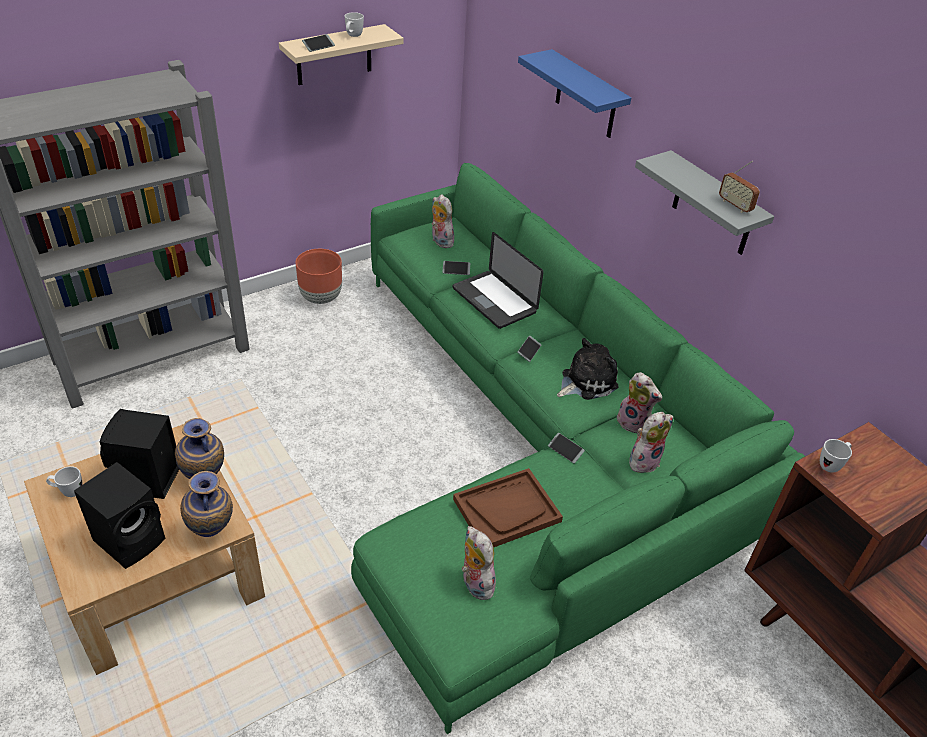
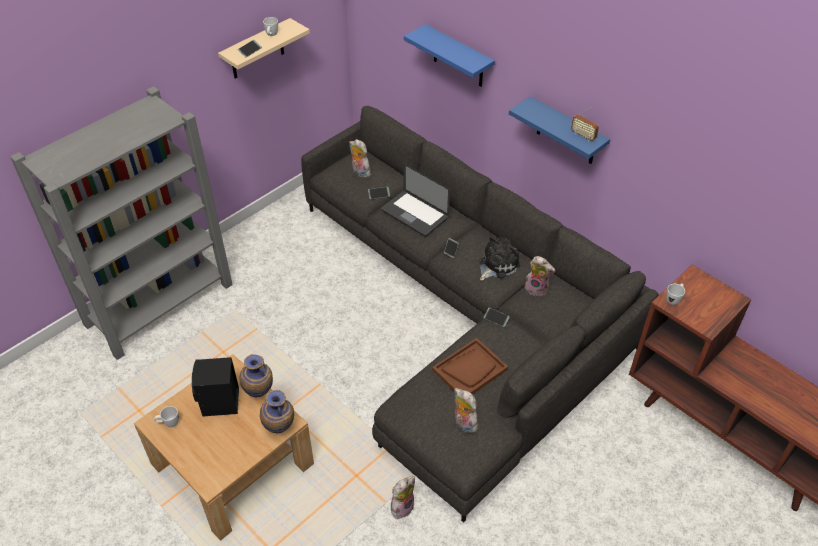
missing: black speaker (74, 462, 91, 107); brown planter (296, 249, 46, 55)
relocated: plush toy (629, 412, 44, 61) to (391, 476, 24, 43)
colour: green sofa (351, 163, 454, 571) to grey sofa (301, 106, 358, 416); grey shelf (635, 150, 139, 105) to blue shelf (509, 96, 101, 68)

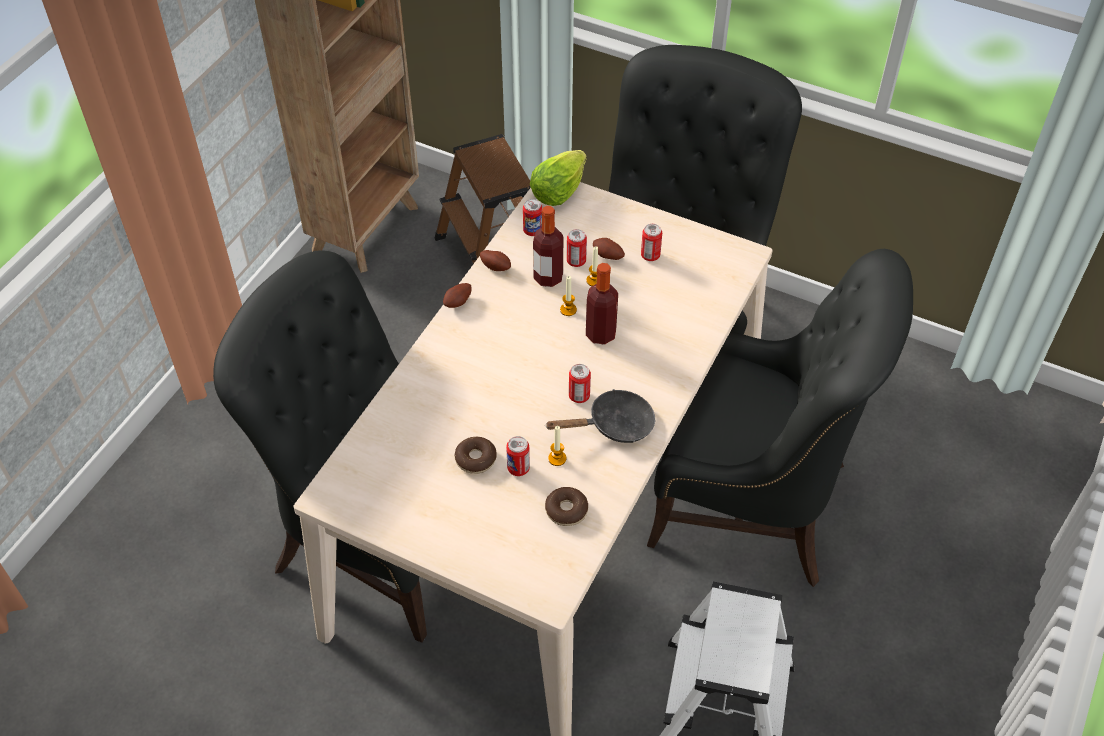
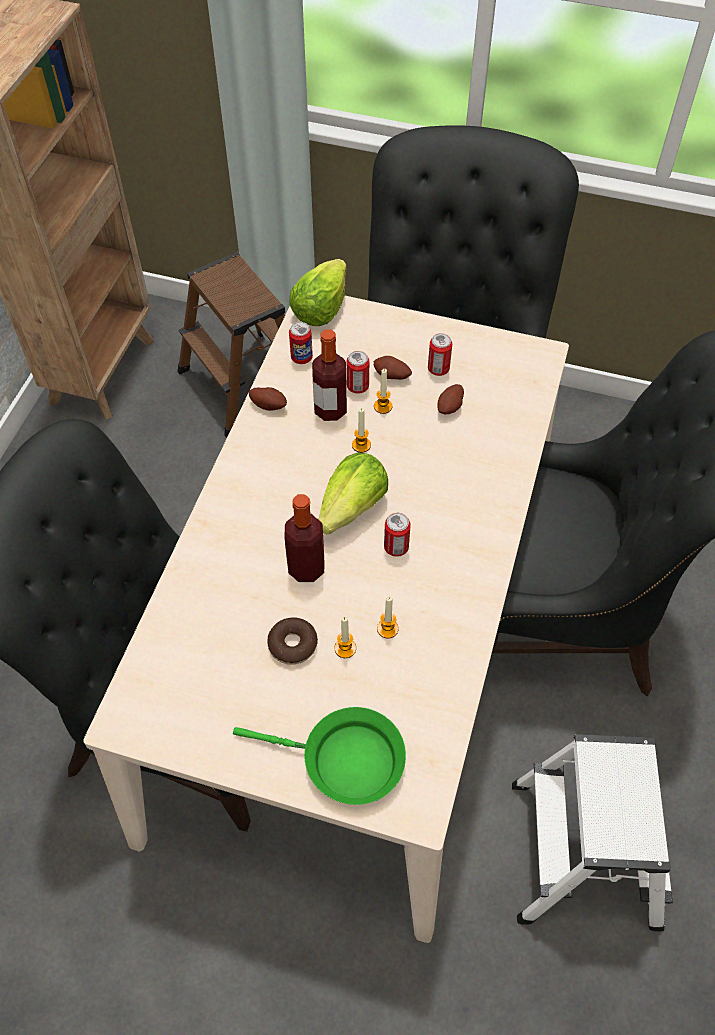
missing: black frying pan (545, 389, 110, 54); donut (545, 487, 43, 39)
appeared: green frying pan (233, 707, 173, 98); lettuce (318, 453, 70, 82)
relocated: potato (443, 283, 29, 25) to (437, 384, 27, 30); bottle (586, 263, 32, 82) to (284, 494, 40, 88)
exchanged: can (506, 436, 24, 40) to candle (334, 617, 22, 41)

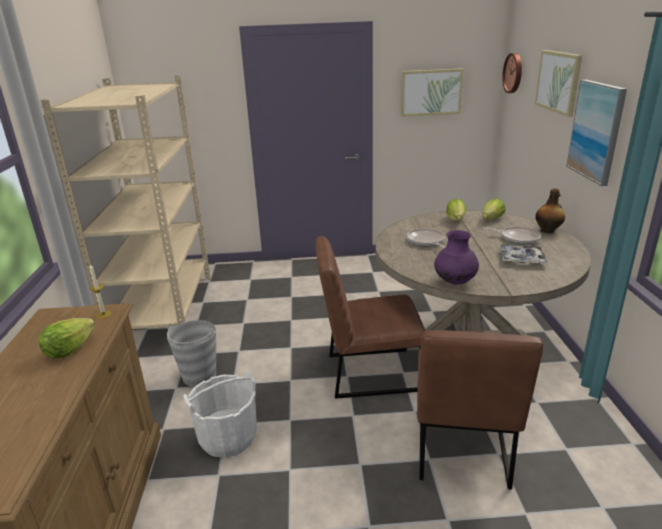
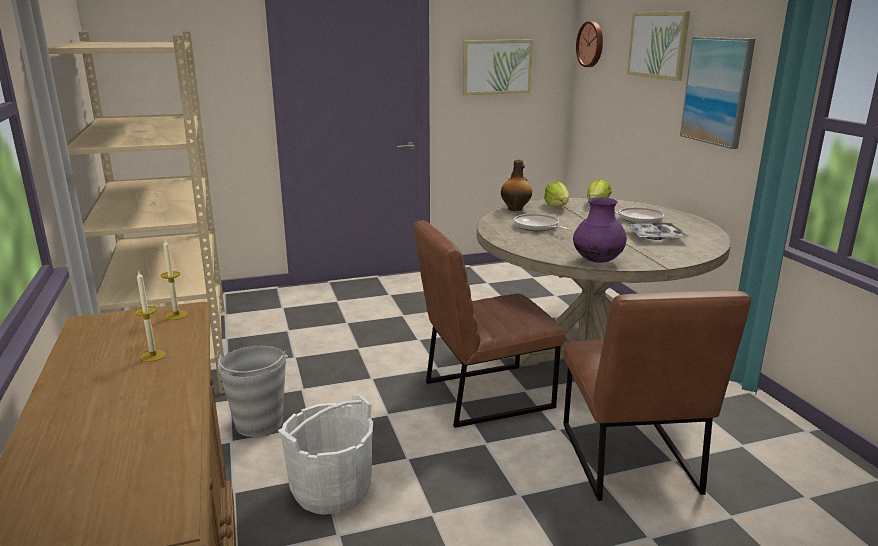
relocated: bottle (535, 188, 30, 45) to (501, 160, 31, 51)
exchanged: lettuce (39, 318, 56, 40) to candle (134, 270, 32, 92)

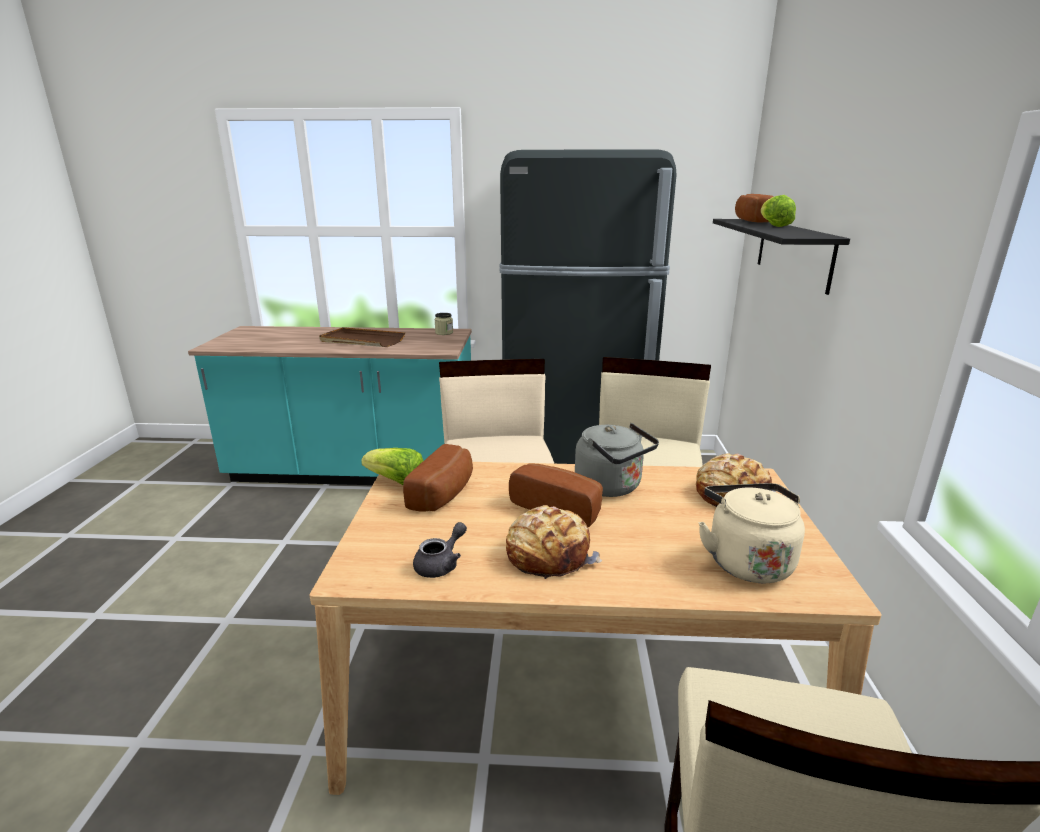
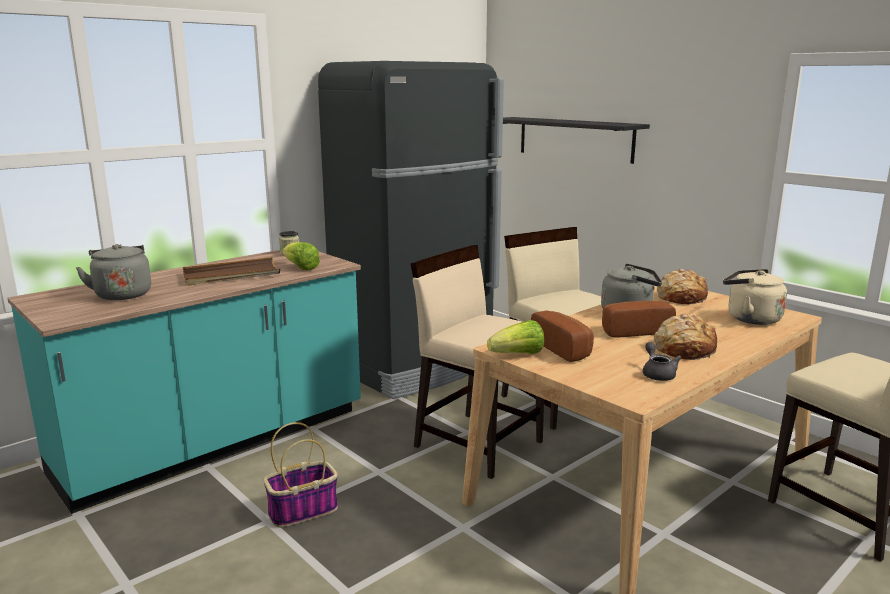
missing: bread (735, 194, 39, 28)
appeared: grey kettle (75, 244, 76, 56); basket (263, 422, 75, 105)
relocated: lettuce (761, 195, 35, 32) to (282, 242, 38, 28)

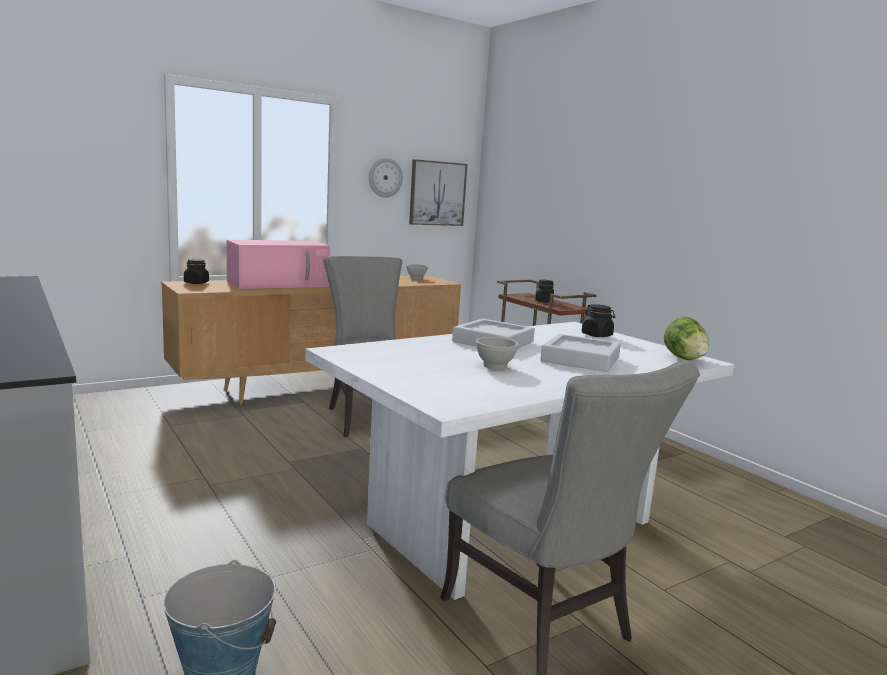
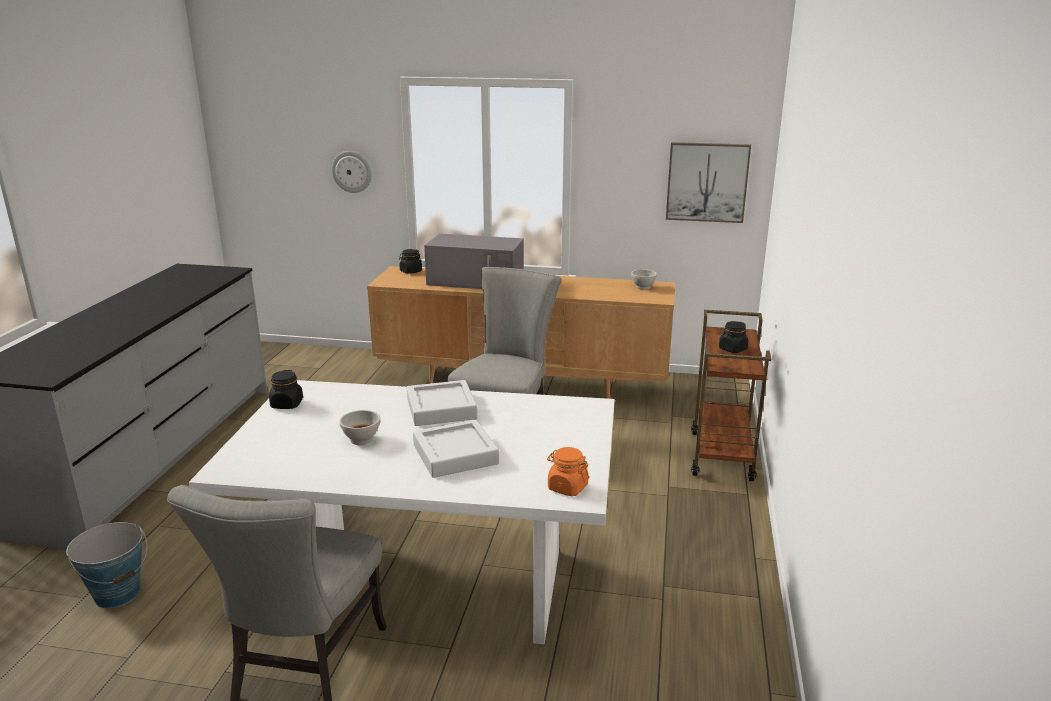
relocated: wall clock (369, 158, 34, 40) to (332, 151, 40, 42); black jar (581, 304, 34, 33) to (269, 370, 34, 39)
exchanged: lettuce (664, 317, 45, 43) to orange jar (547, 447, 42, 49)
colour: pink microwave (226, 240, 104, 49) to grey microwave (424, 233, 100, 56)

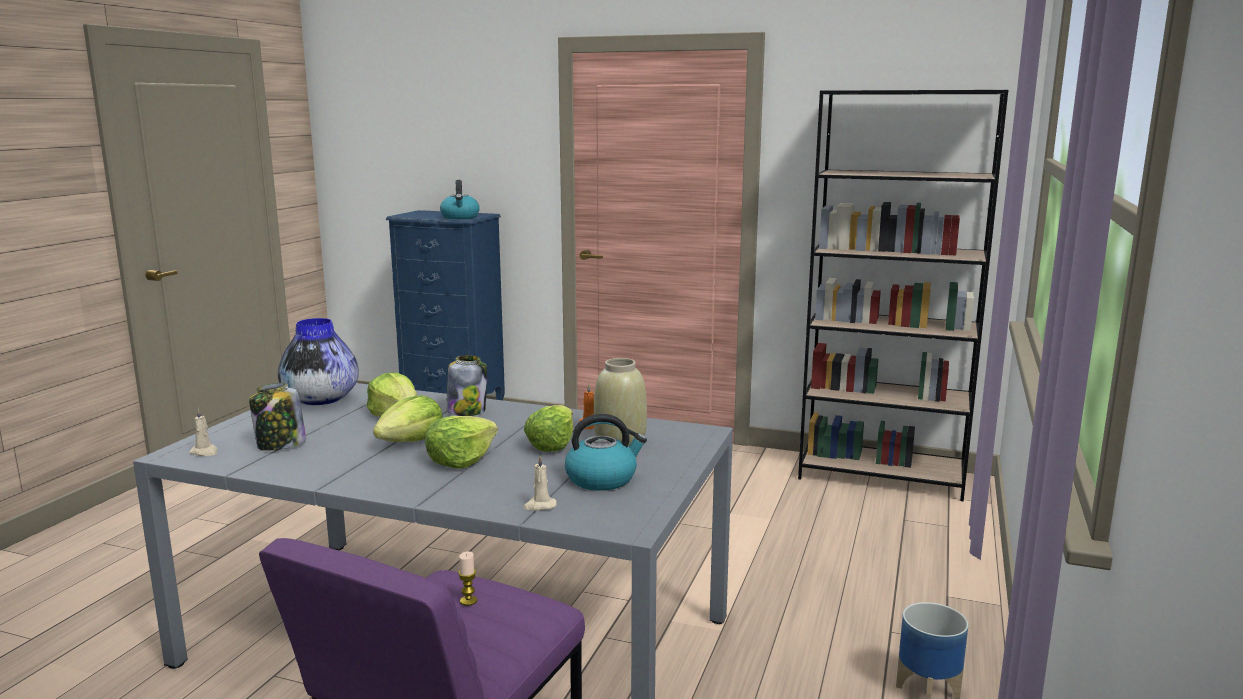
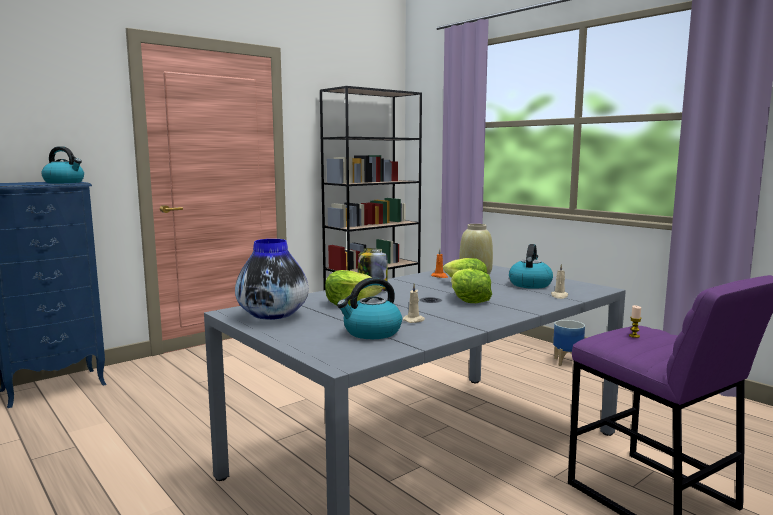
missing: lettuce (373, 395, 70, 47)
relocated: beige candle (189, 408, 29, 48) to (403, 283, 22, 40)
exchanged: jar (249, 383, 57, 68) to kettle (337, 277, 65, 62)

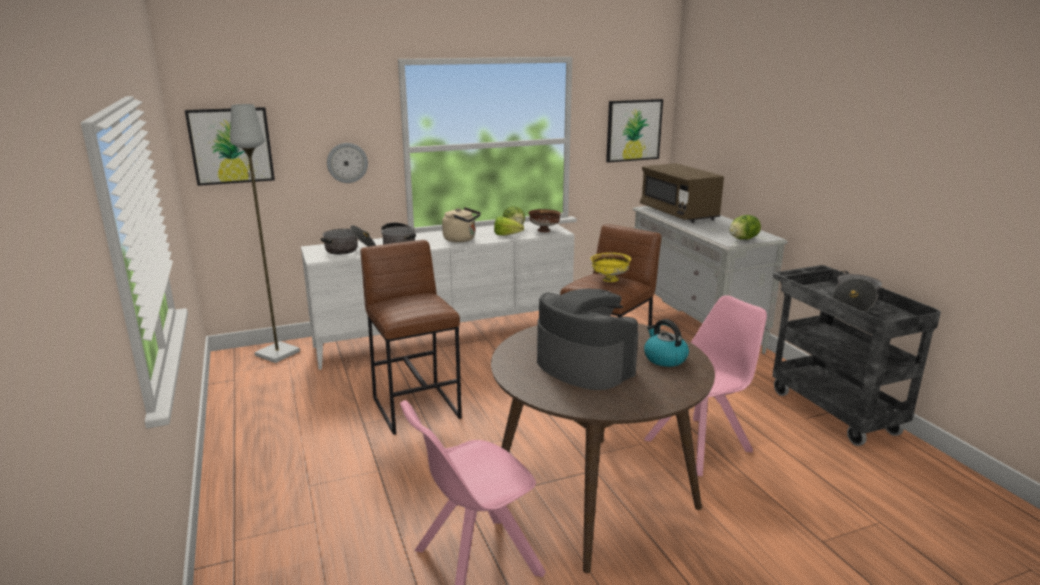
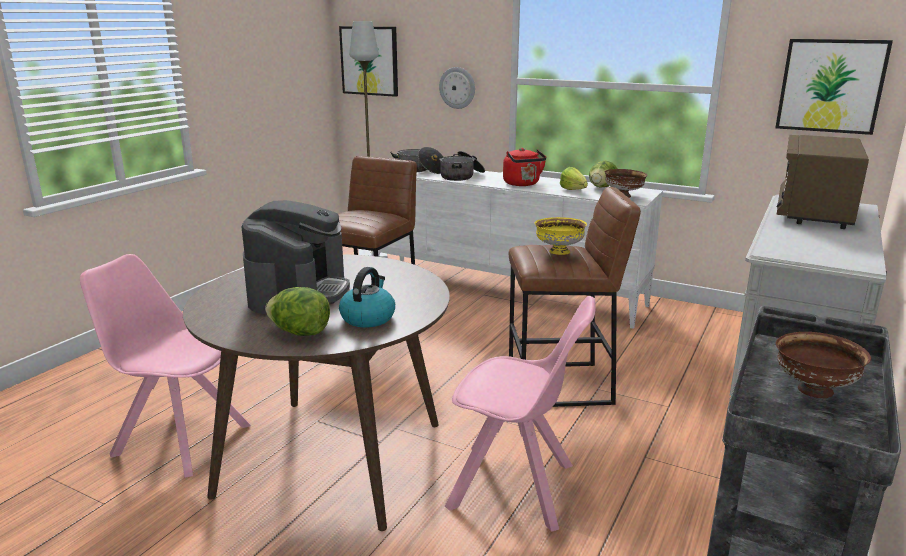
relocated: lettuce (729, 215, 32, 25) to (265, 287, 65, 49)
exchanged: cooking pot (832, 271, 50, 41) to brown bowl (776, 332, 95, 66)
colour: beige kettle (442, 207, 39, 35) to red kettle (503, 148, 43, 38)

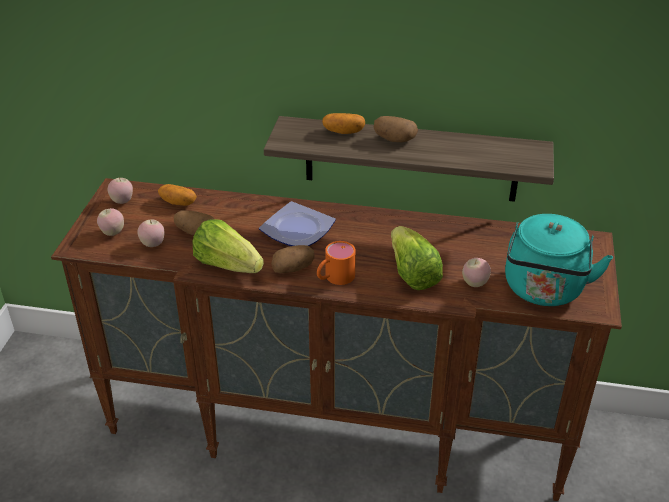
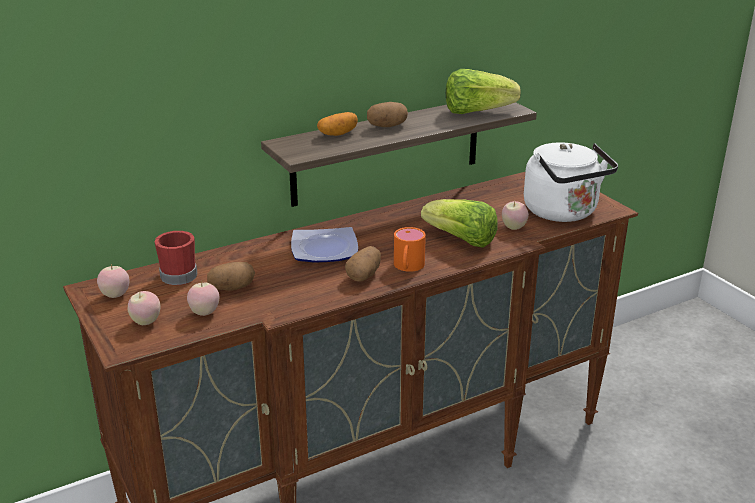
relocated: lettuce (192, 219, 72, 54) to (446, 69, 75, 45)
exchanged: potato (158, 184, 39, 22) to red mug (154, 231, 43, 54)
colour: turquoise kettle (505, 214, 108, 92) to white kettle (524, 143, 94, 79)

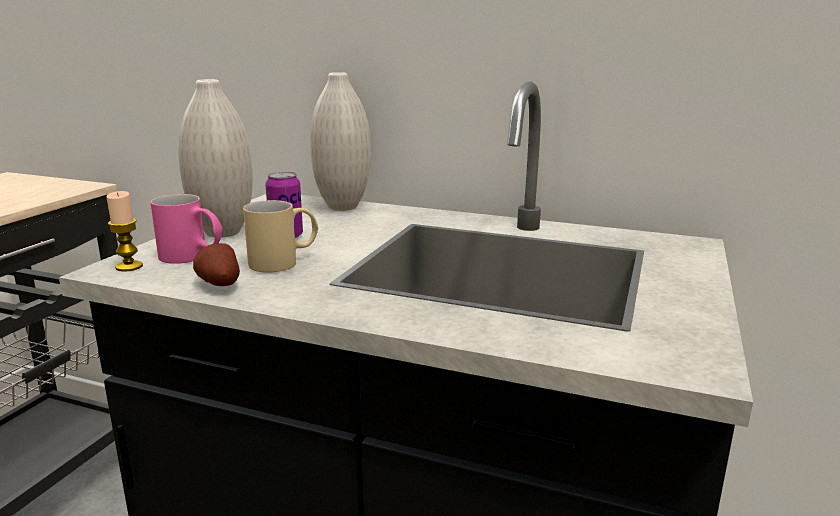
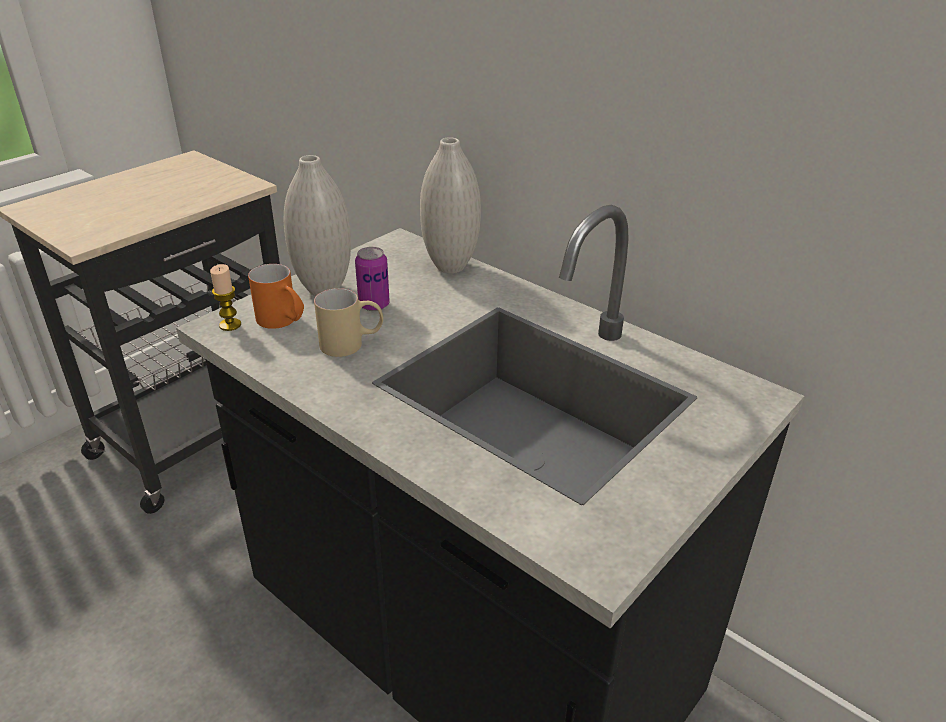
missing: potato (193, 243, 47, 43)
colour: pink mug (150, 194, 73, 70) to orange mug (248, 264, 56, 65)

